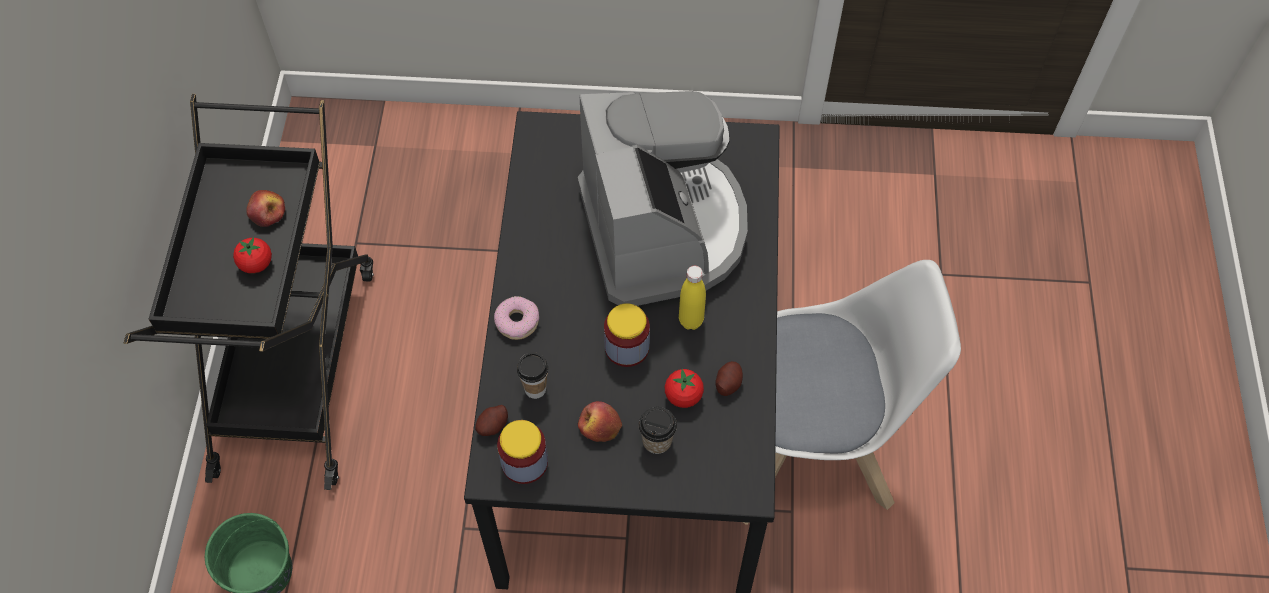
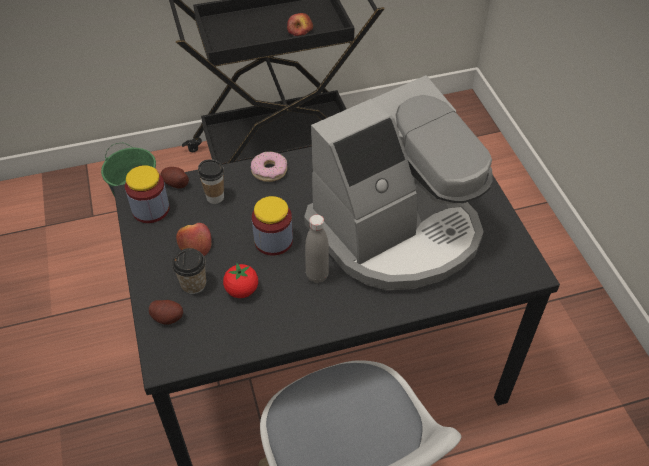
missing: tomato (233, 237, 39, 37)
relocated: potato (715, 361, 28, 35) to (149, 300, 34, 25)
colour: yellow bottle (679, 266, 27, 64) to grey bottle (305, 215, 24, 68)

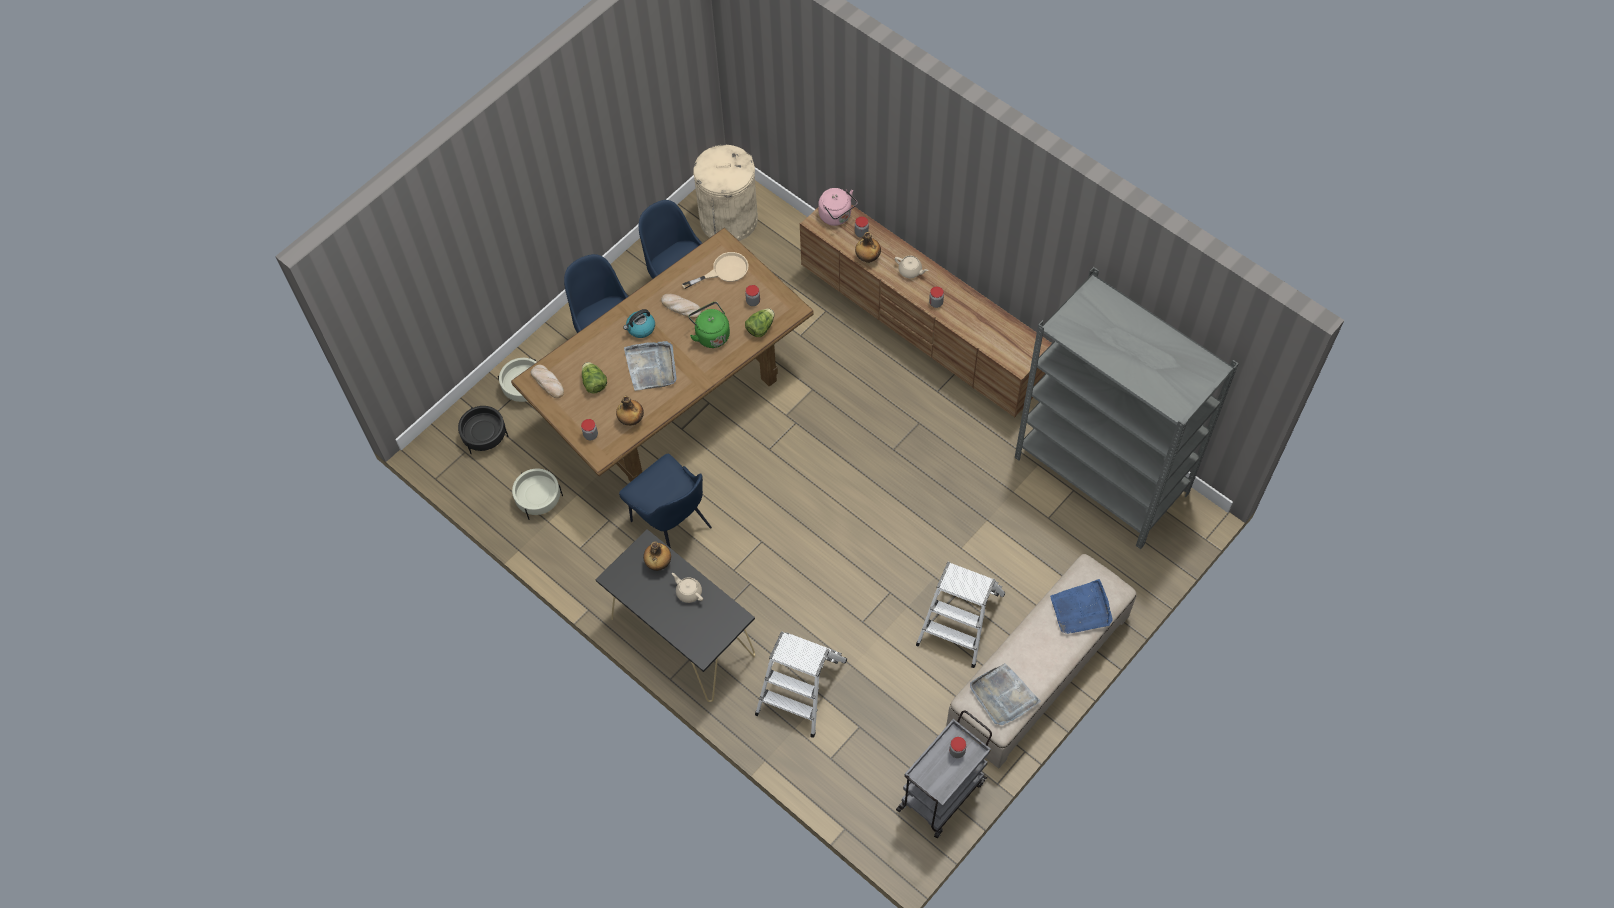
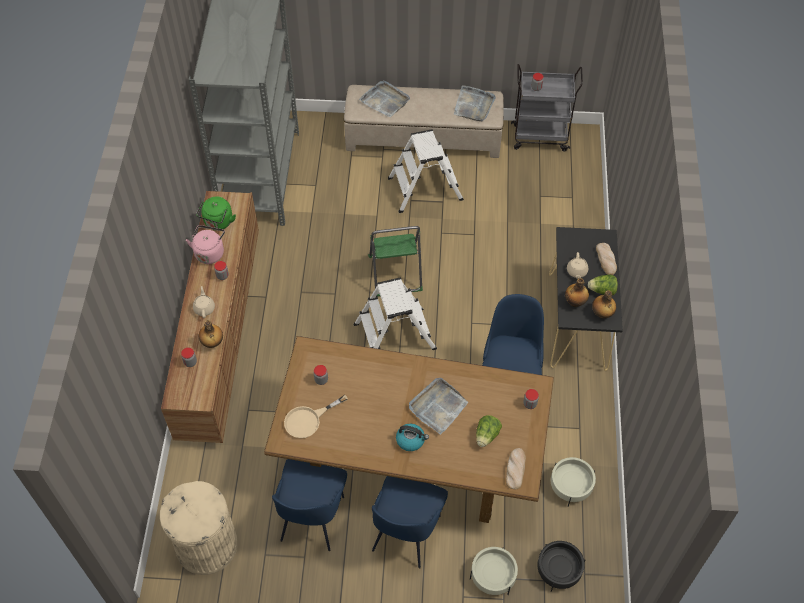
appeared: green step ladder (368, 226, 55, 70)
relocated: bottle (616, 396, 28, 30) to (592, 290, 24, 28); bread (661, 294, 40, 25) to (596, 243, 21, 32); green kettle (688, 302, 42, 46) to (196, 196, 40, 33); lettuce (745, 308, 30, 29) to (588, 274, 30, 21); white step ladder (755, 631, 92, 107) to (353, 277, 84, 73); pink kettle (818, 188, 40, 38) to (186, 225, 39, 39)
colour: blue tray (1050, 579, 63, 55) to grey tray (359, 80, 51, 37)
spun: beige frying pan (682, 252, 66, 37) = (284, 395, 64, 43) 60 degrees counterclockwise

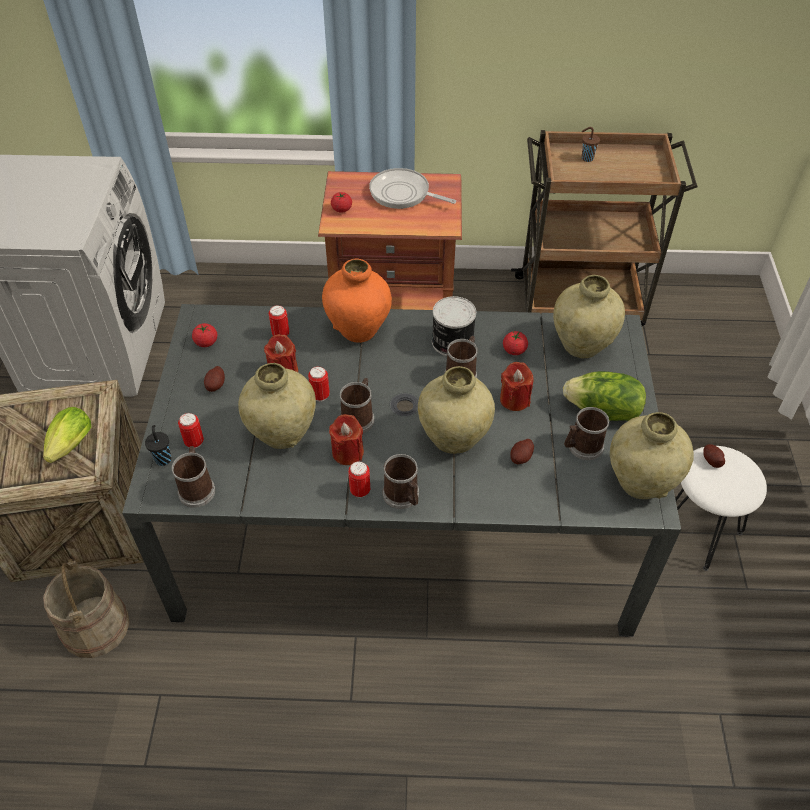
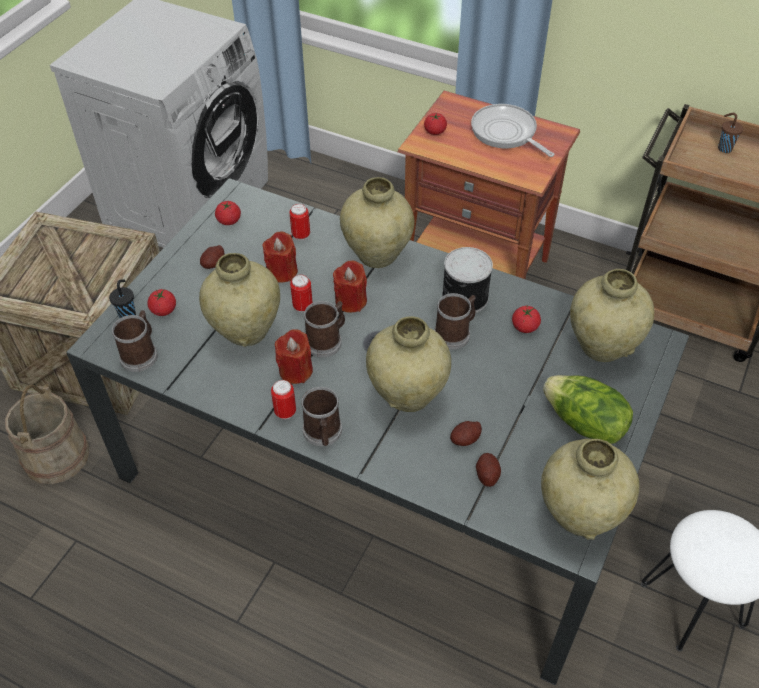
missing: lettuce (43, 407, 48, 56); mug (564, 407, 45, 53)
relocated: red candle (500, 362, 33, 49) to (333, 260, 34, 53); potato (703, 444, 22, 24) to (476, 453, 25, 34)
exchanged: can (178, 413, 26, 35) to tomato (147, 289, 29, 27)
colour: orange vase (322, 259, 70, 84) to beige vase (340, 177, 74, 91)

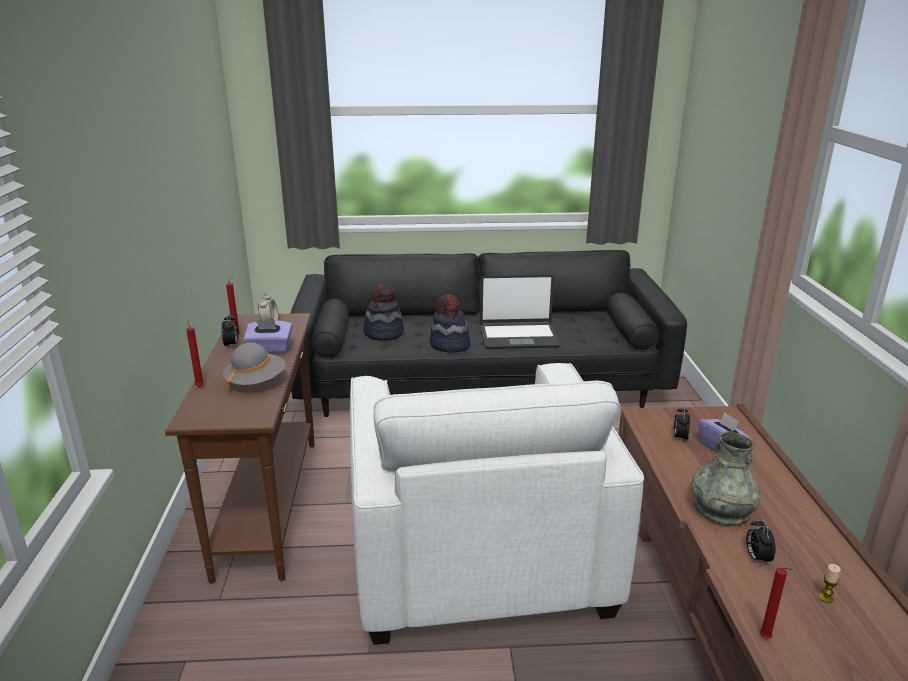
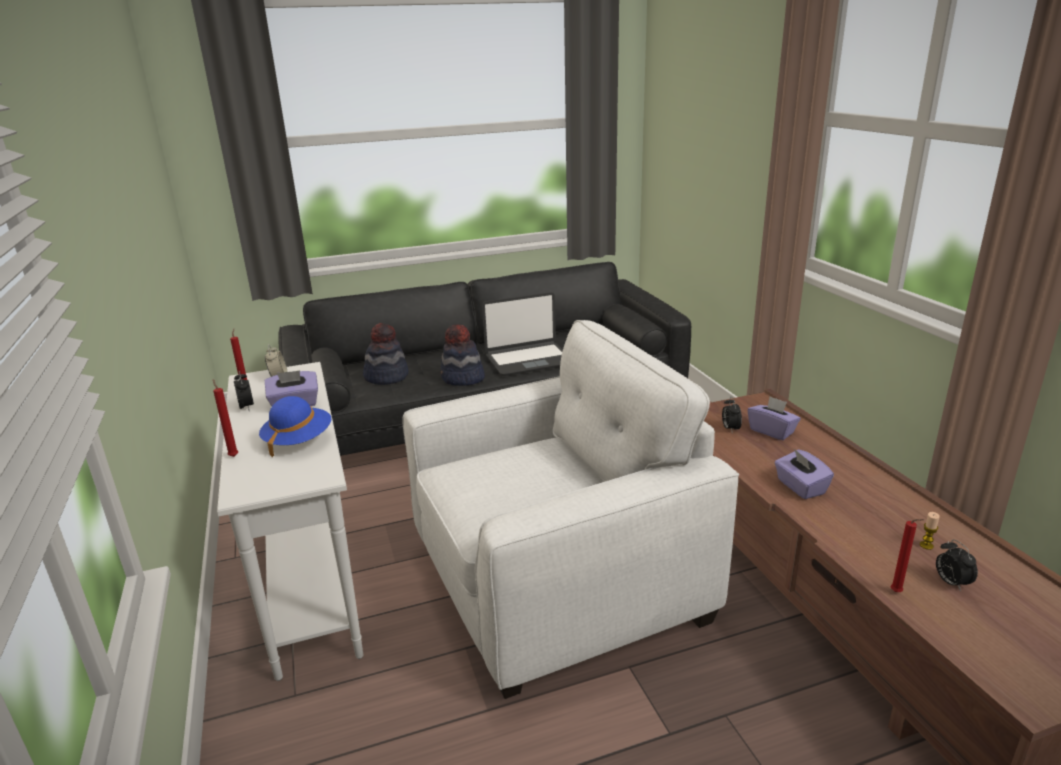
relocated: alarm clock (746, 518, 30, 48) to (936, 539, 42, 53)
exchanged: grey vase (691, 431, 69, 95) to purple tissue box (775, 449, 59, 50)
colour: brown console table (165, 313, 150, 271) to white console table (217, 362, 146, 319); grey hat (223, 342, 62, 50) to blue hat (259, 396, 72, 61)
spun: white armchair (350, 363, 294, 282) = (402, 320, 337, 379) 90 degrees counterclockwise

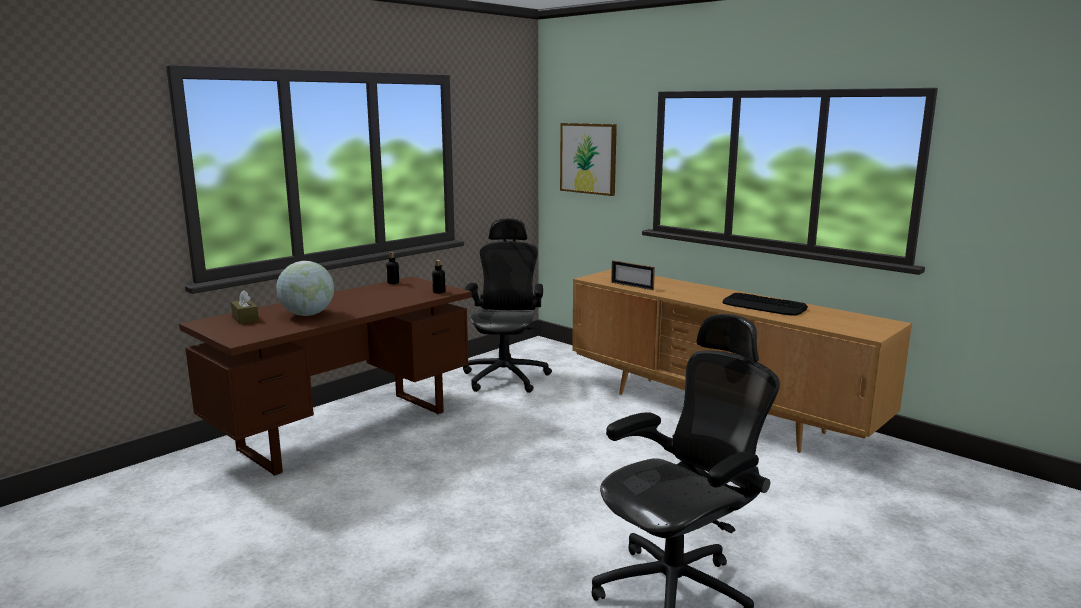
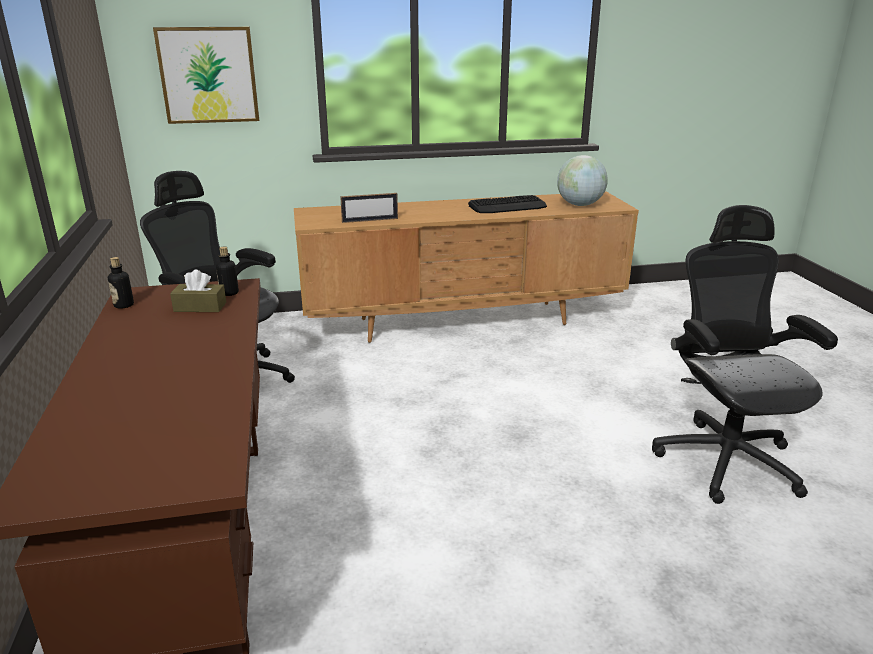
relocated: brown tissue box (231, 290, 28, 34) to (170, 270, 56, 42); globe (276, 261, 58, 55) to (557, 155, 51, 51)

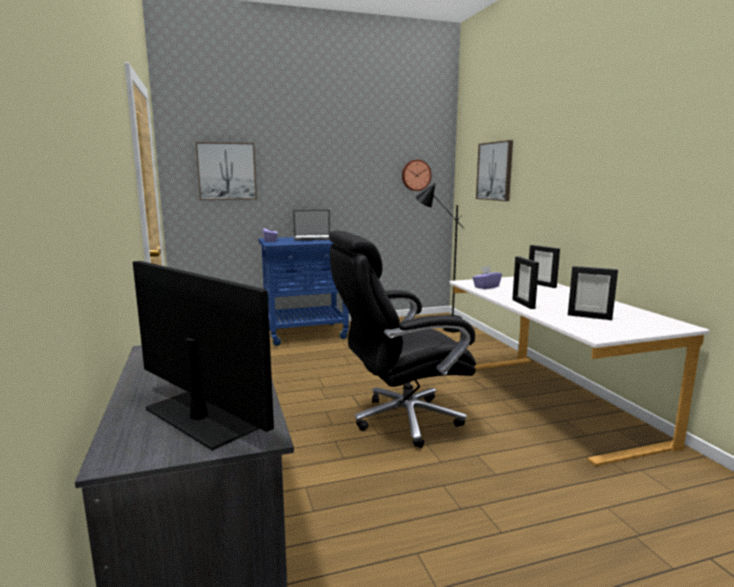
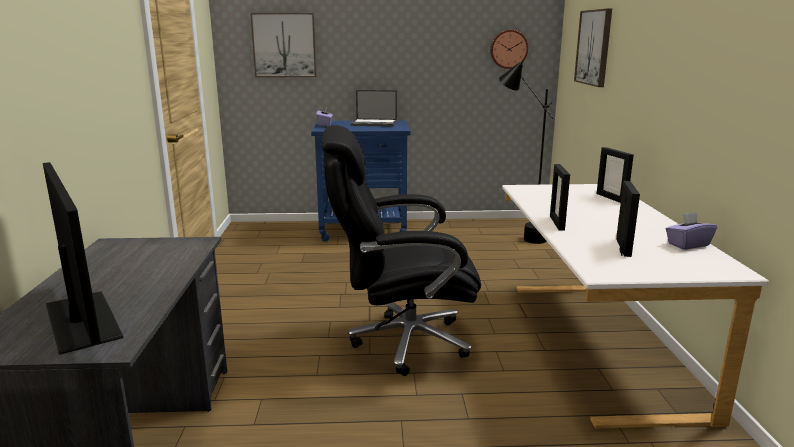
relocated: purple tissue box (472, 266, 30, 23) to (666, 212, 51, 38)
spun: picture frame (568, 266, 50, 54) = (616, 181, 24, 76) 120 degrees counterclockwise

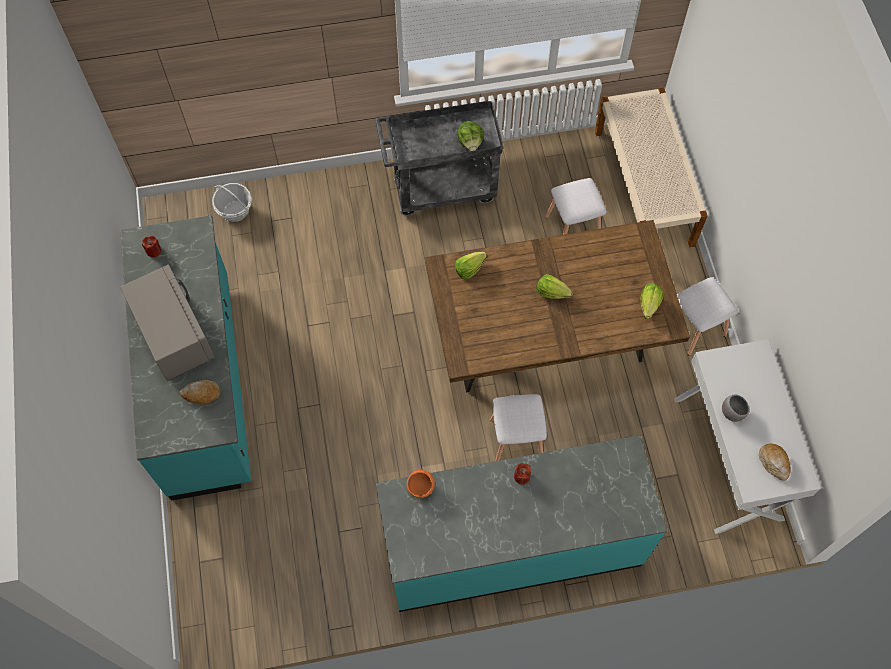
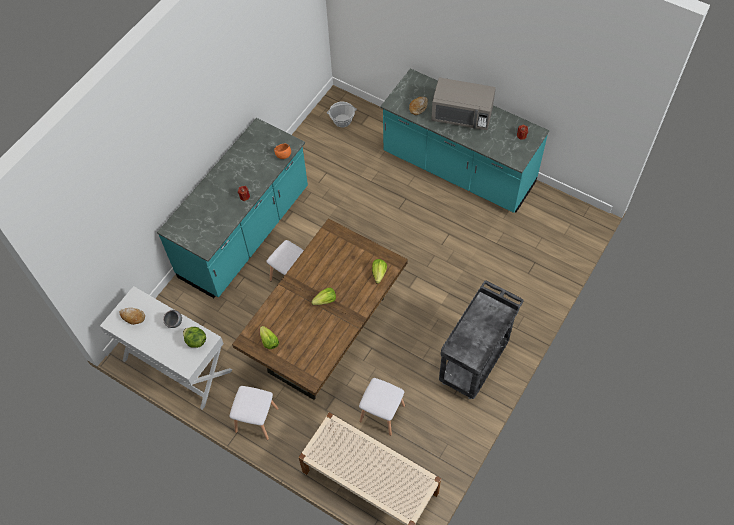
relocated: basket (212, 183, 40, 39) to (327, 102, 30, 25); lettuce (457, 121, 27, 30) to (183, 327, 23, 21)

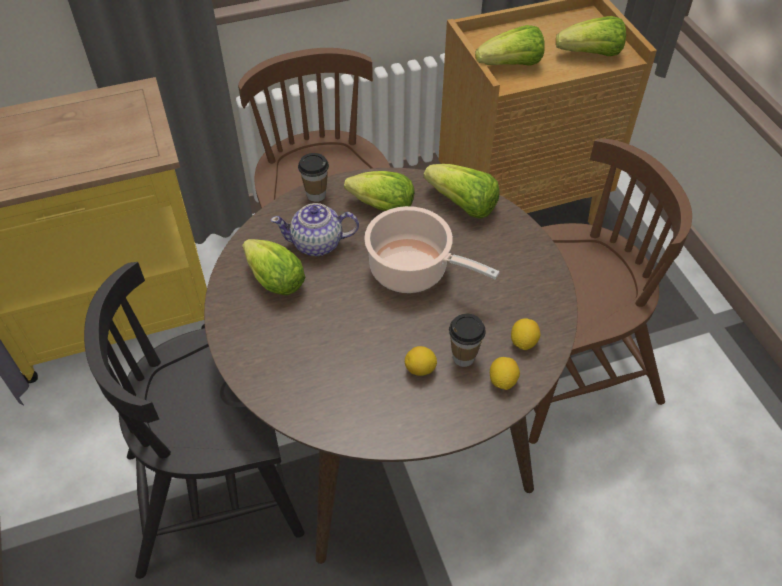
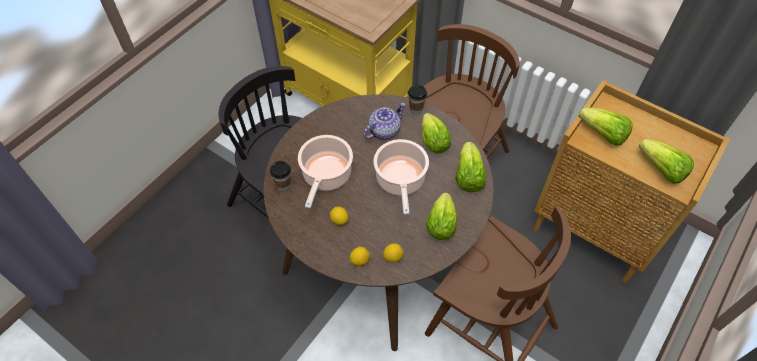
appeared: cooking pot (298, 135, 55, 73)
relocated: lettuce (242, 239, 64, 56) to (426, 193, 31, 47); cup (449, 314, 37, 53) to (270, 161, 21, 30)
spun: teapot (271, 203, 88, 53) = (363, 103, 43, 37) 90 degrees clockwise

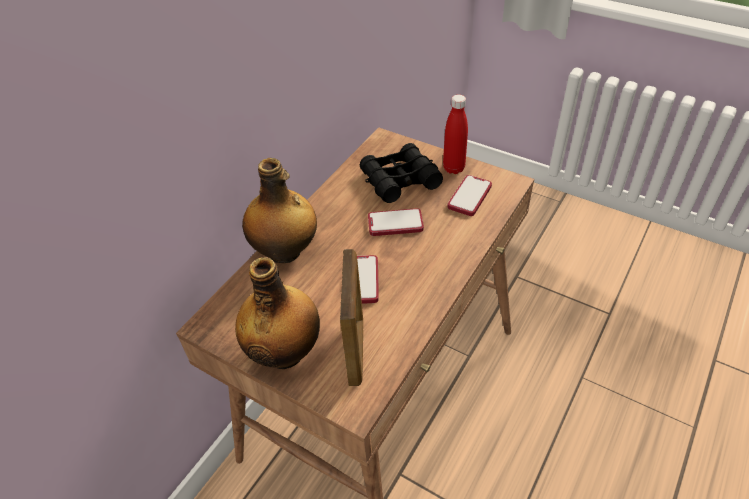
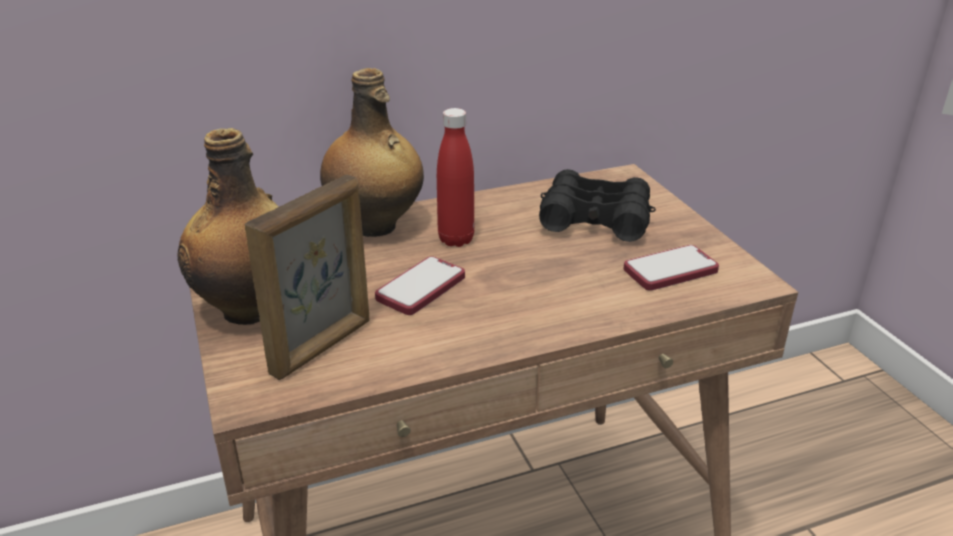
missing: phone (368, 208, 56, 28)
relocated: red bottle (443, 94, 25, 80) to (437, 108, 37, 139)

